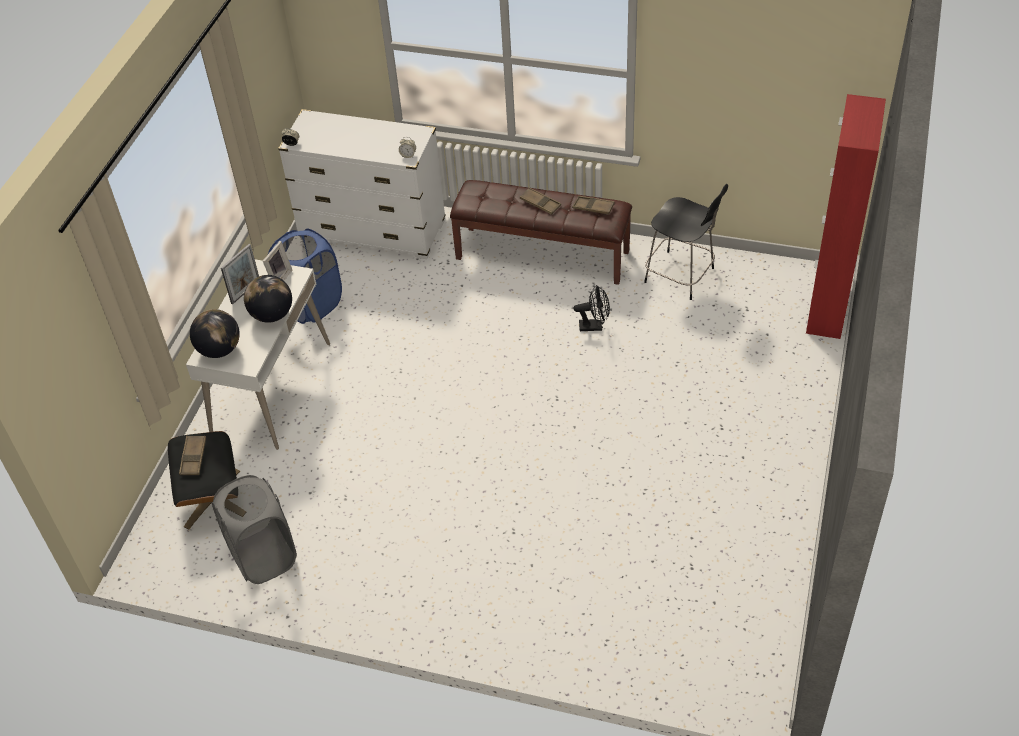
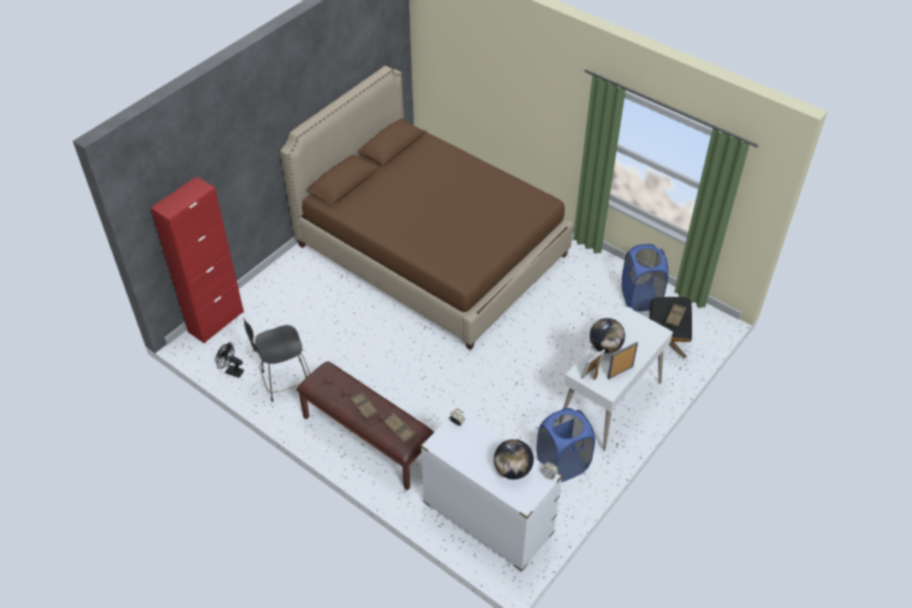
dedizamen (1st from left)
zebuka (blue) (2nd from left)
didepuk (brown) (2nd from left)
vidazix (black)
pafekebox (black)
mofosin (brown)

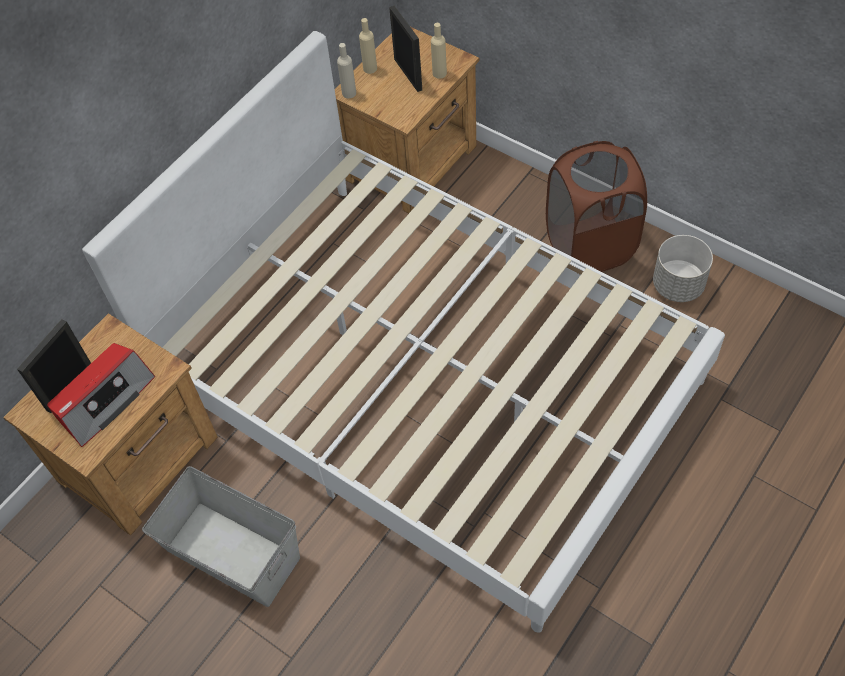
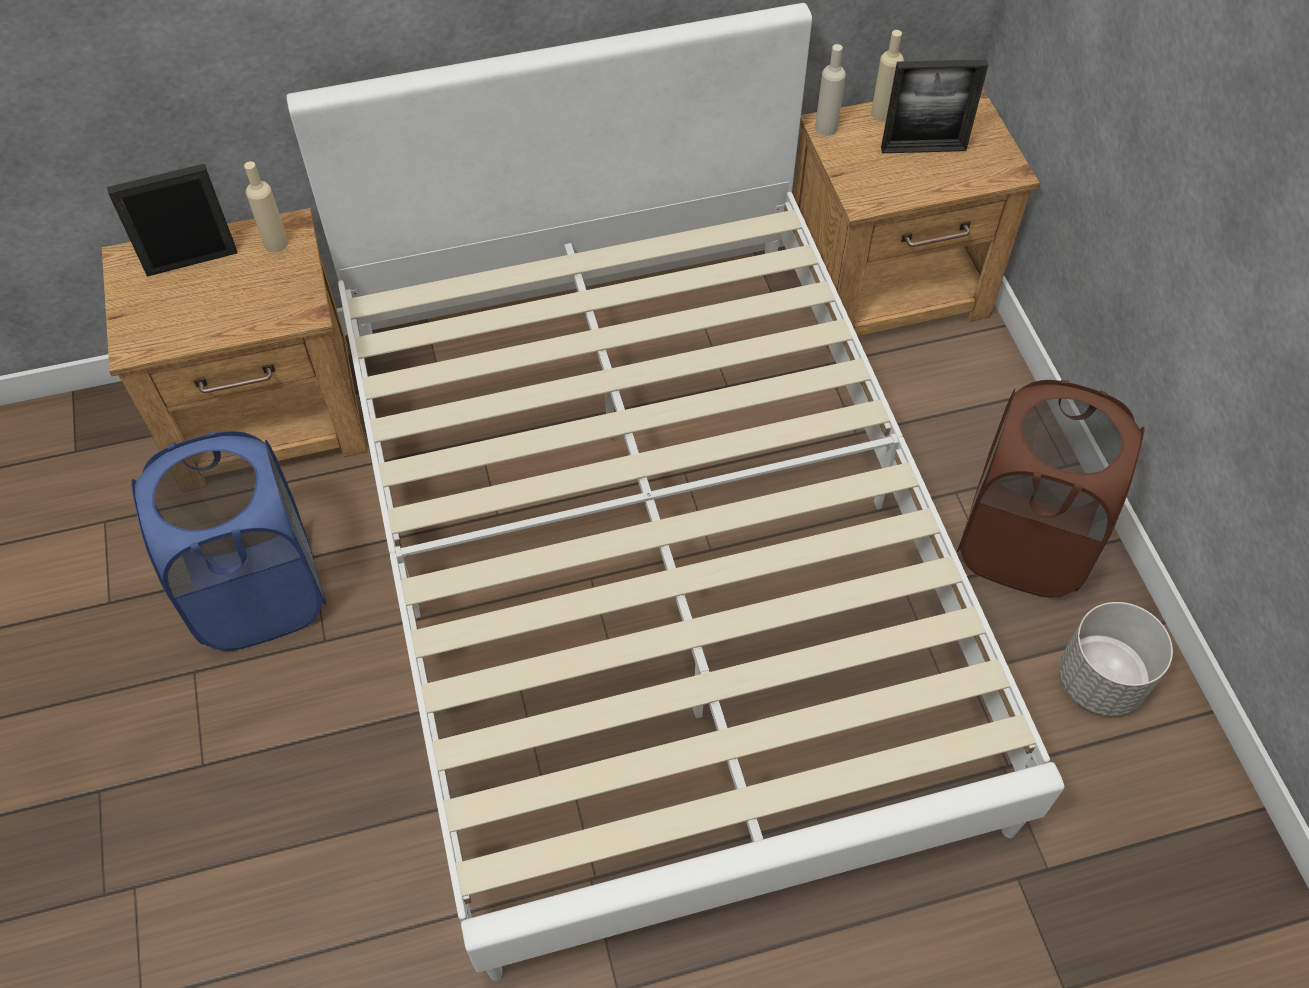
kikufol
zebuka (blue)
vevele (2nd from left)
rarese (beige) (1st from left)

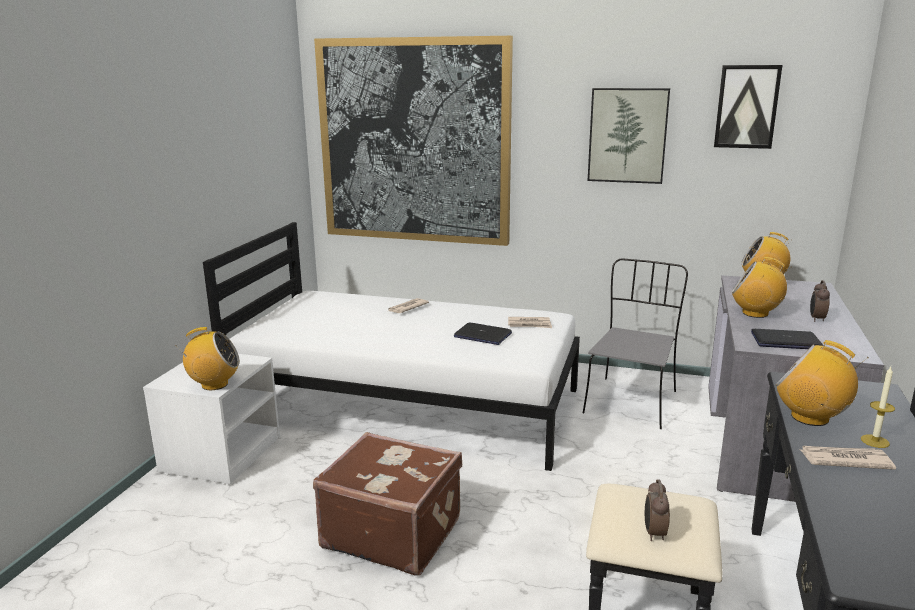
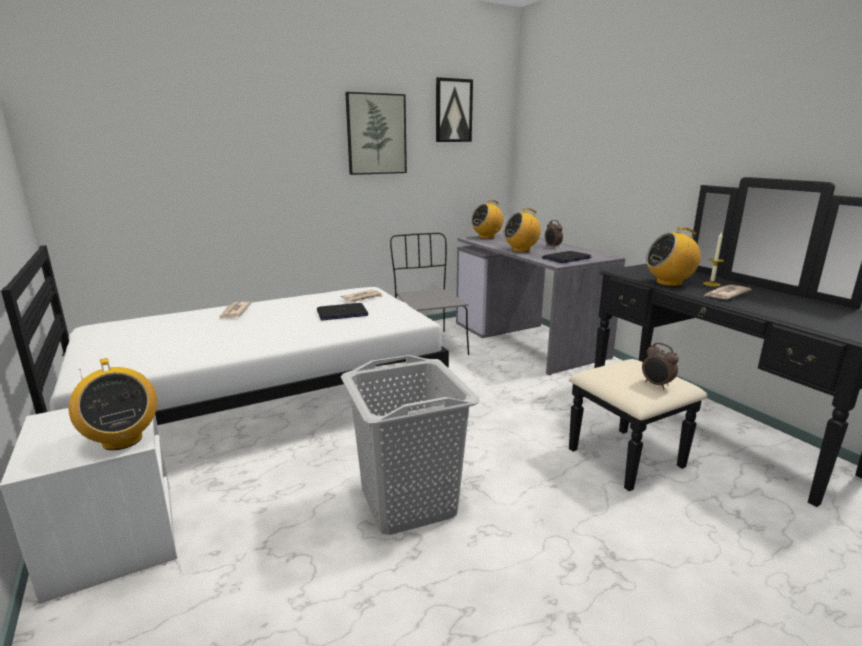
kikufol (1st from left)
zebuka (grey)
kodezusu (1st from left in the first image)

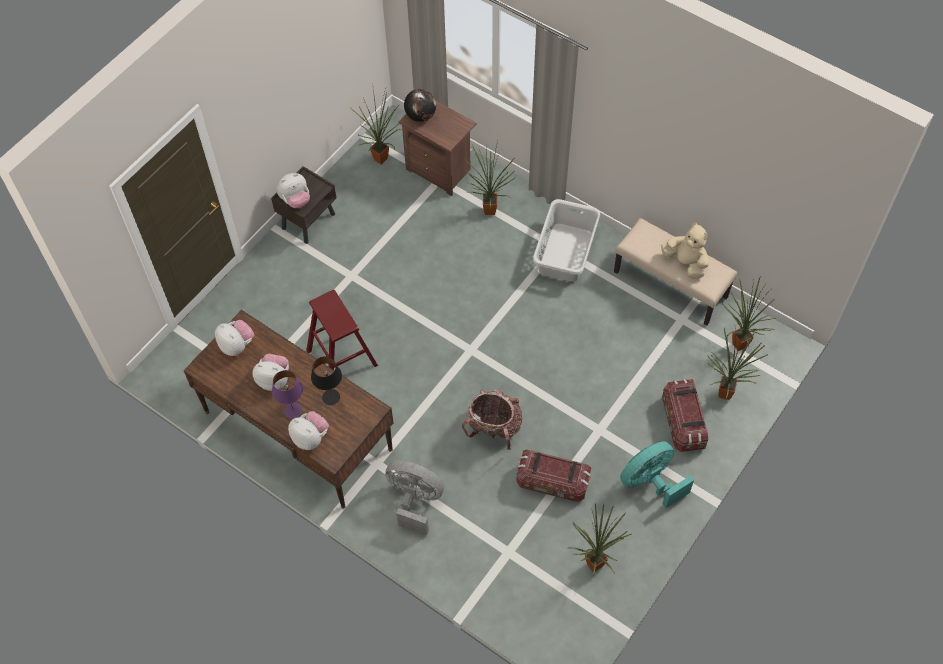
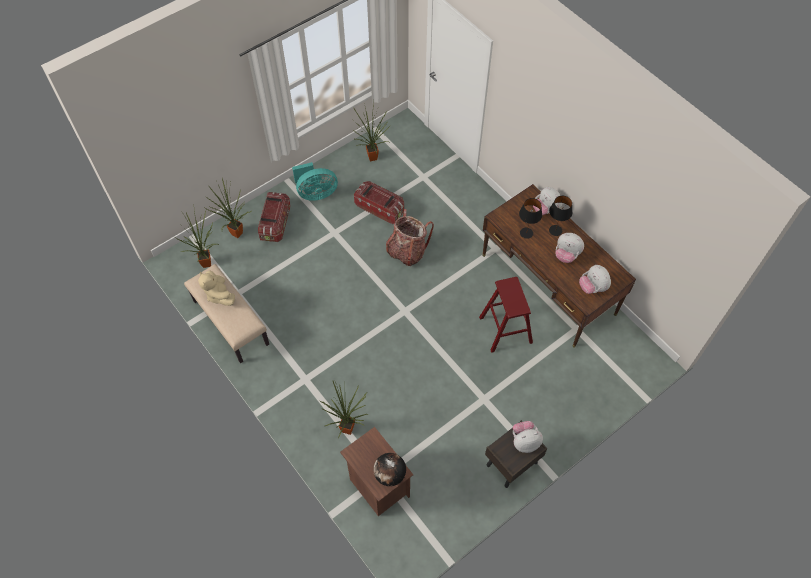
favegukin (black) (2nd from left)
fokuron (1st from left in the first image)
vidazix (grey)
zebuka (grey)

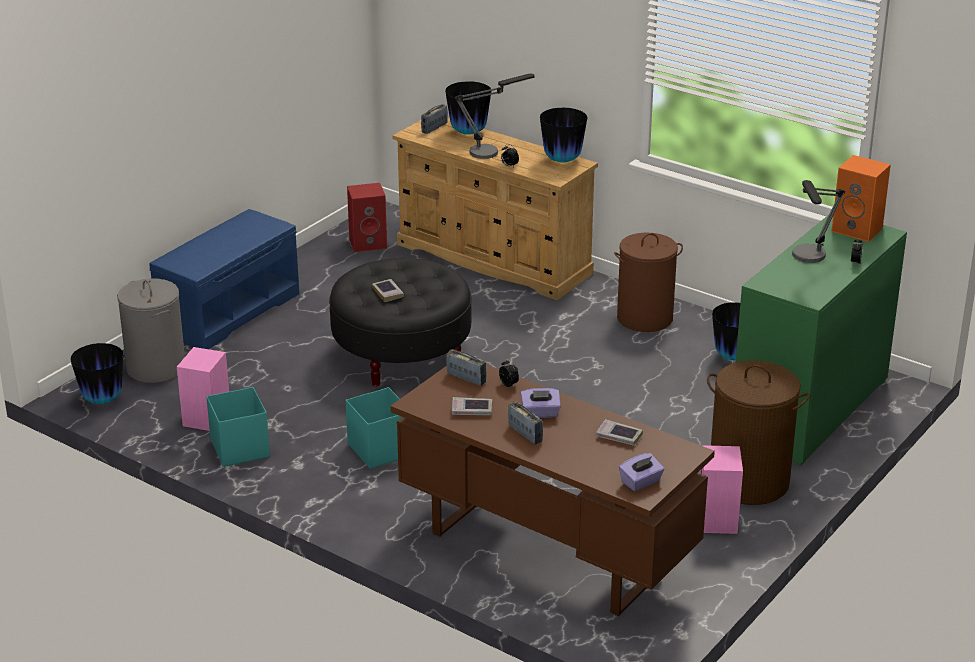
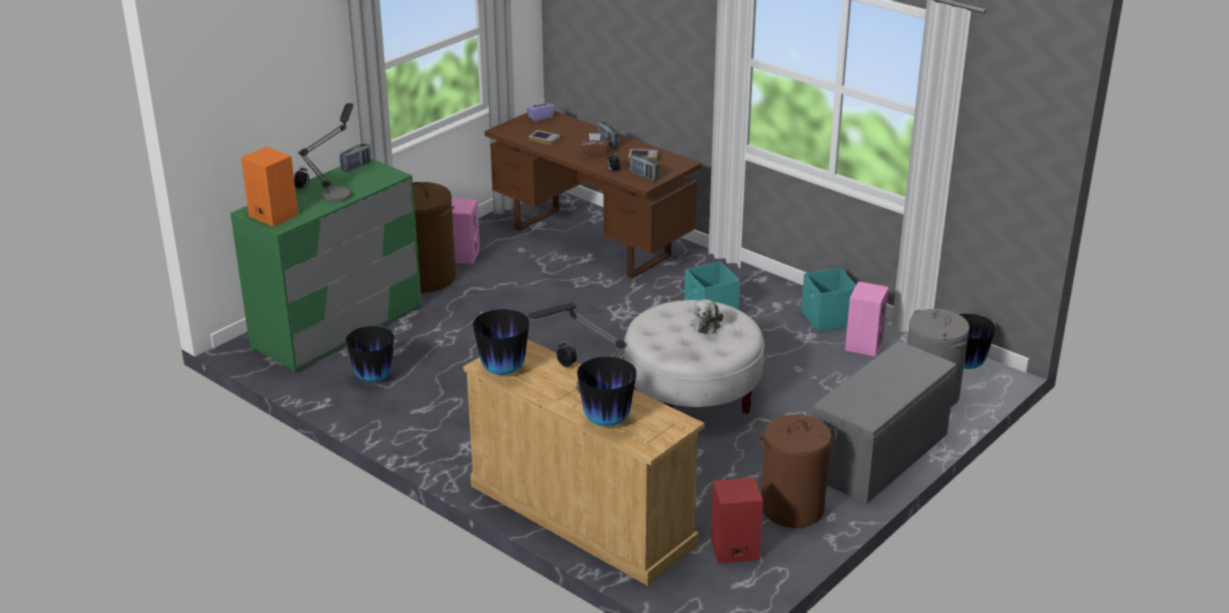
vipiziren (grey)
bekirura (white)
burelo
kikufol (1st from left)
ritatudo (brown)
zebuka (brown) (2nd from left)

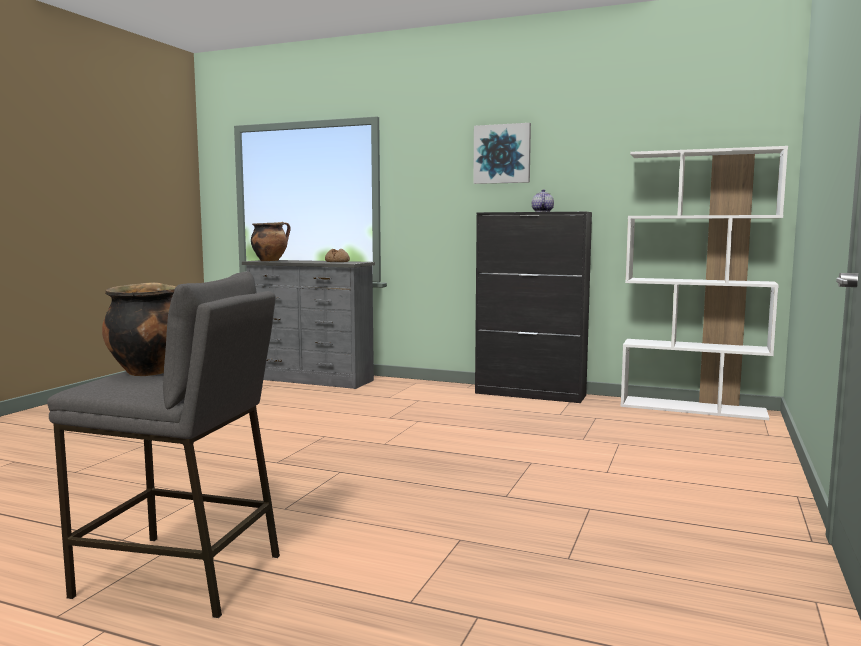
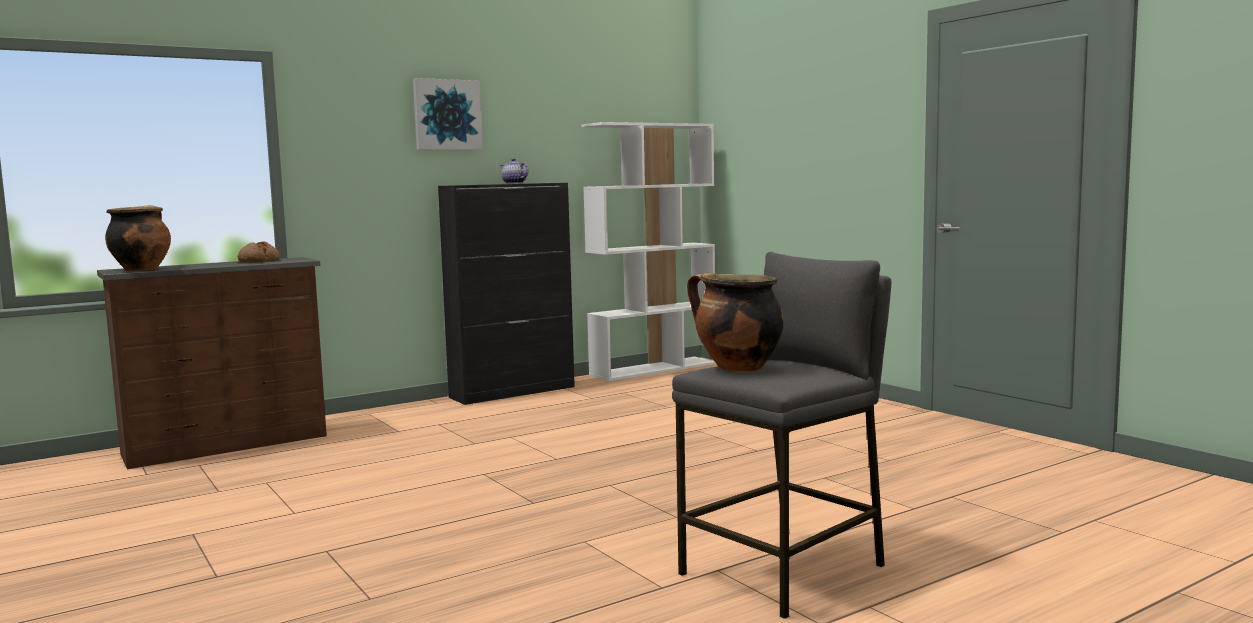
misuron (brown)

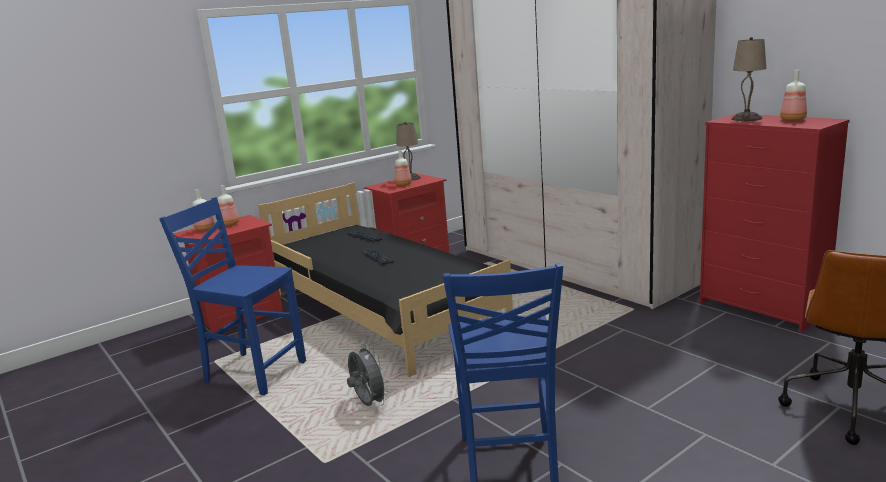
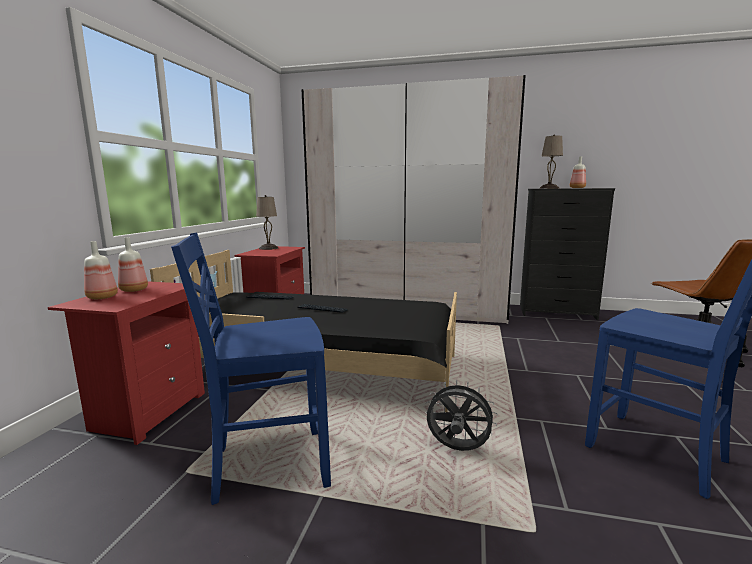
rarese (3rd from left in the first image)
misuron (black)

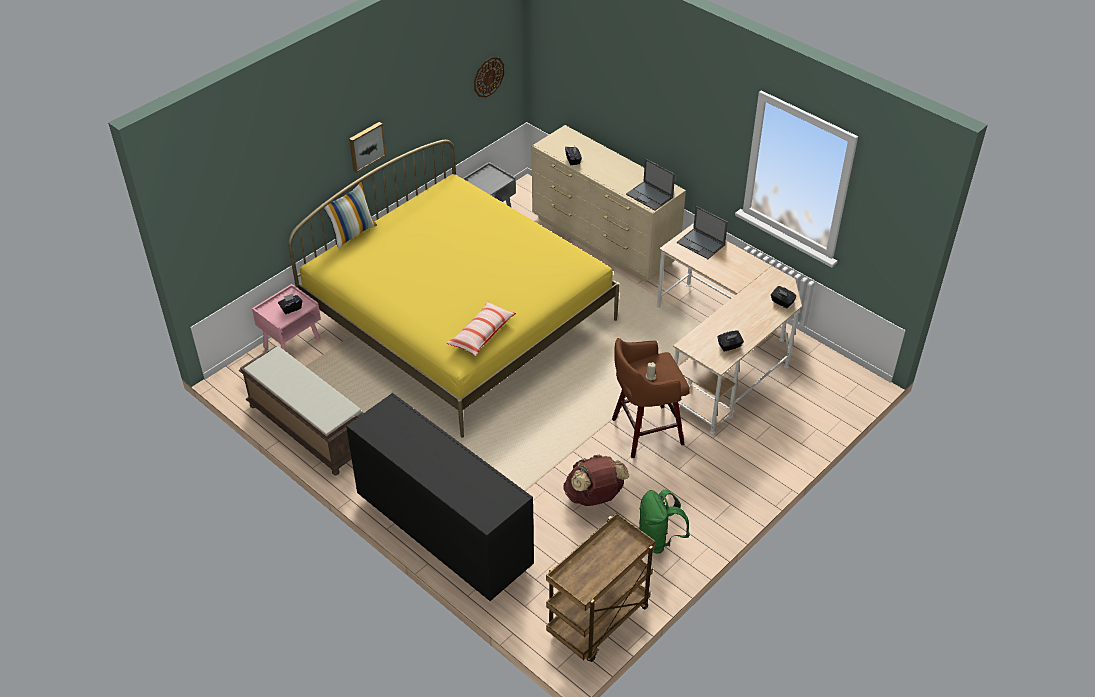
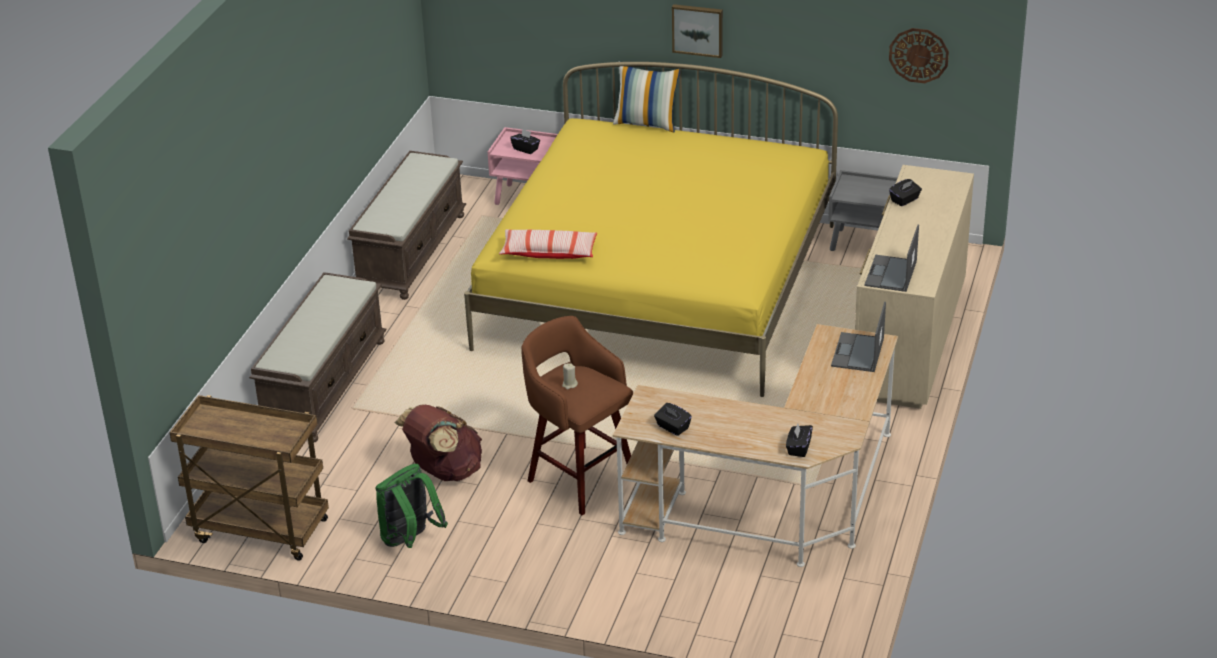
vipiziren (brown) (1st from left)

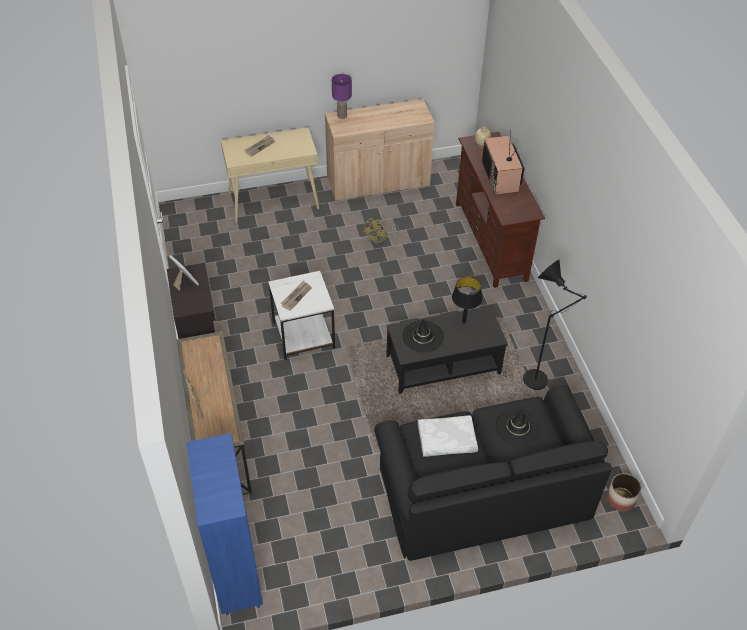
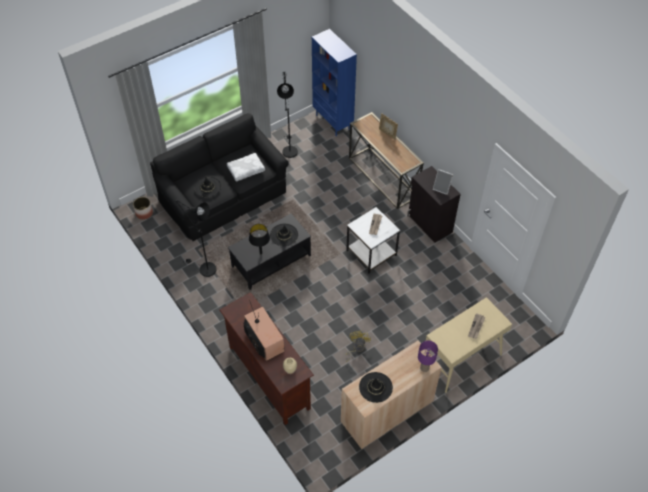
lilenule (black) (2nd from left)
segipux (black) (3rd from left)

